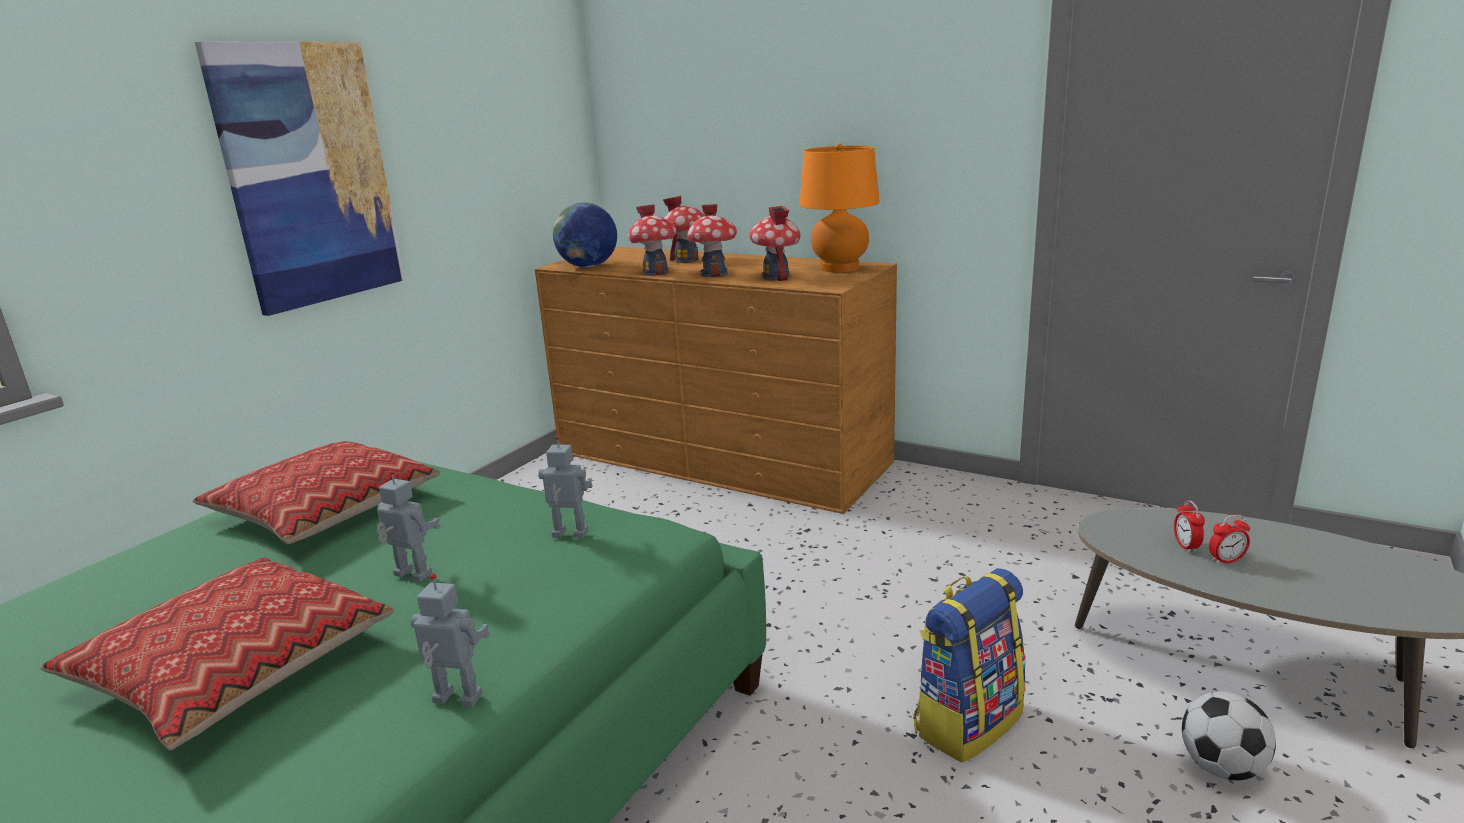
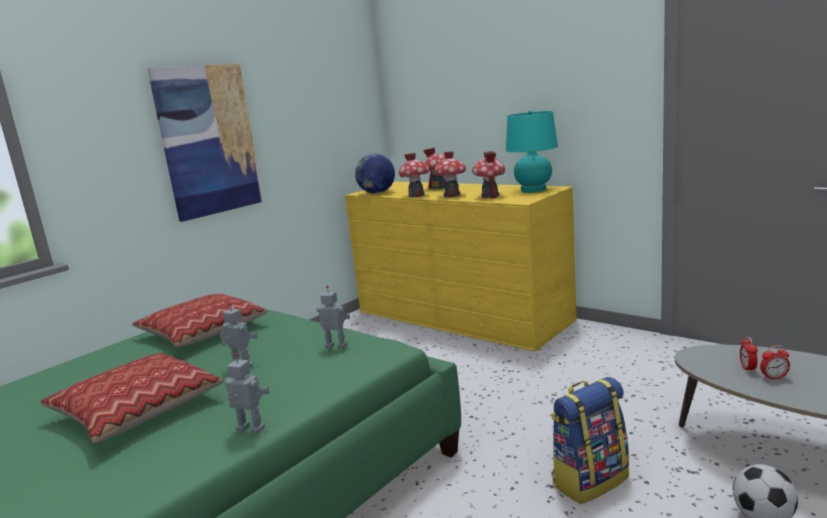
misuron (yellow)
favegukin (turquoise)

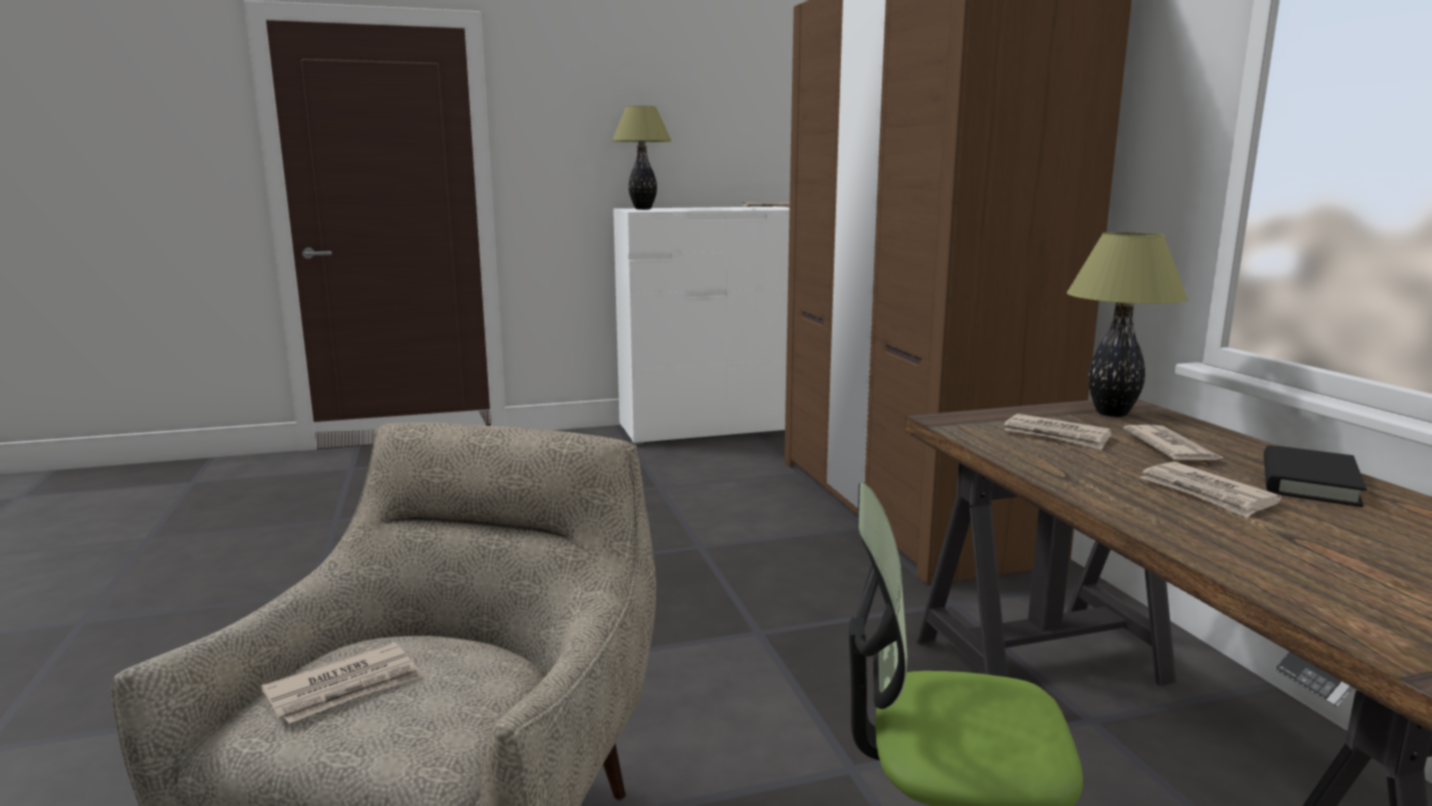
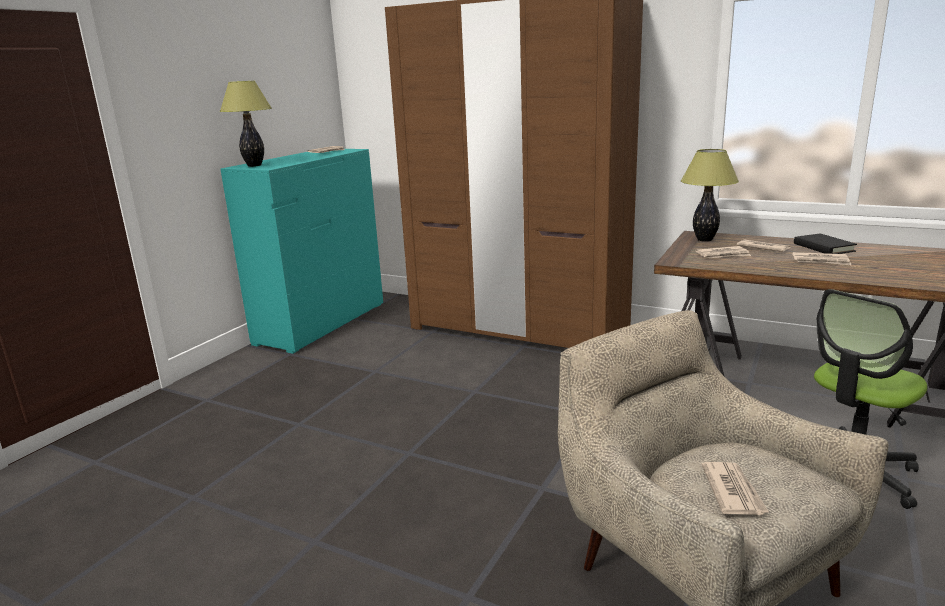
misuron (turquoise)

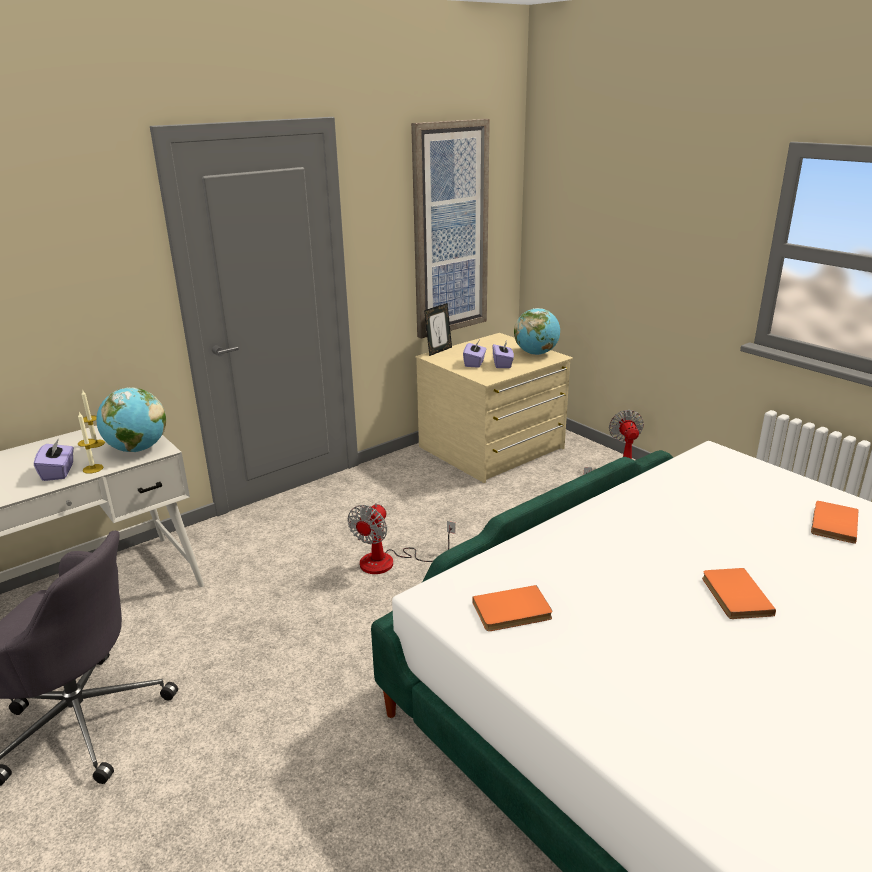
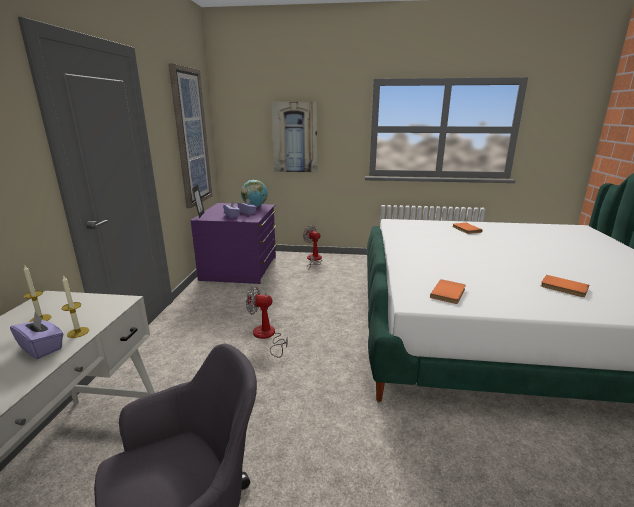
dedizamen (1st from left in the first image)
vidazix (1st from left)
misuron (purple)
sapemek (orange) (3rd from left)
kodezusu (2nd from left)

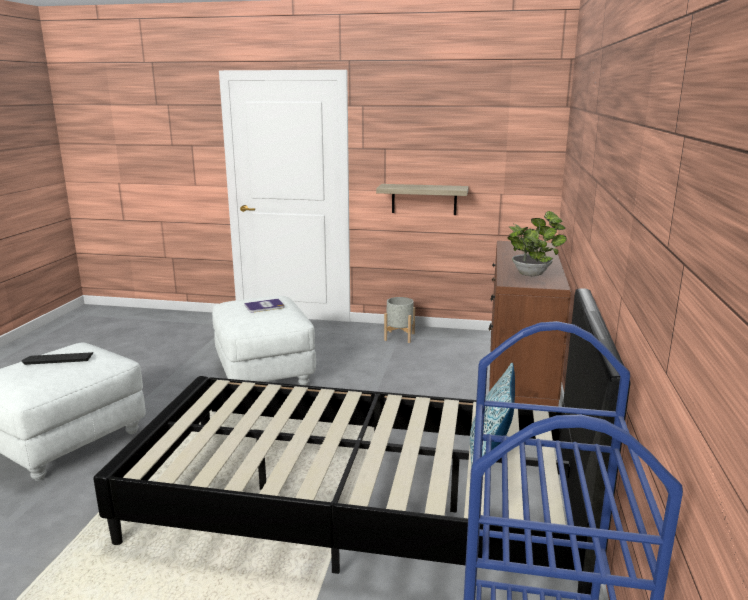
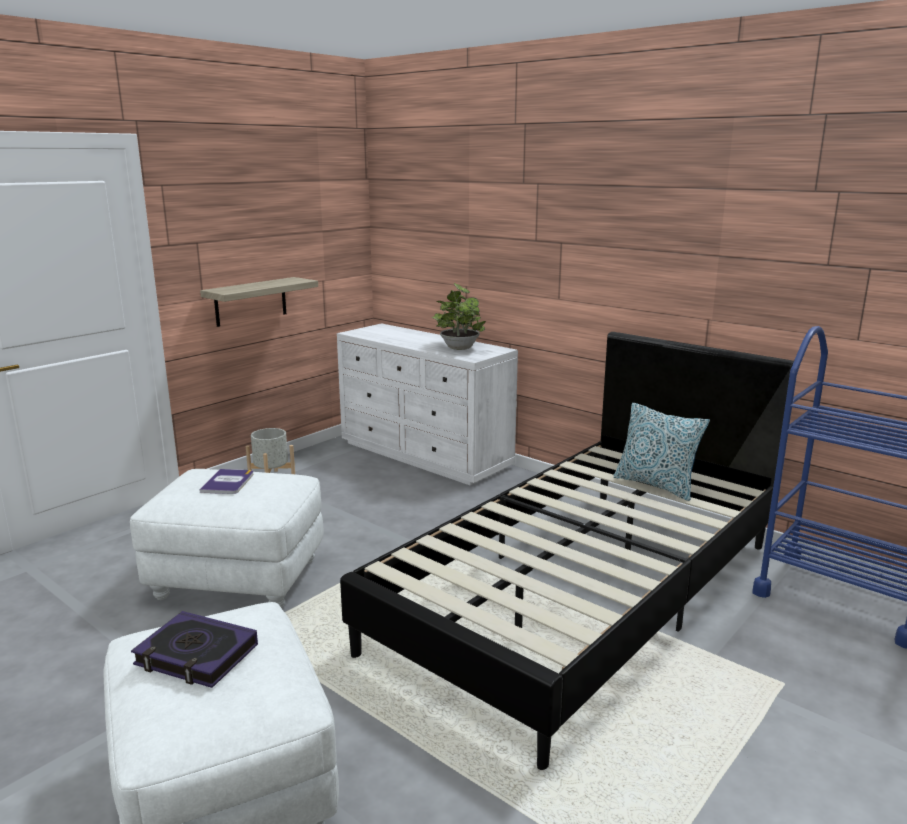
sapemek (1st from left)
misuron (white)

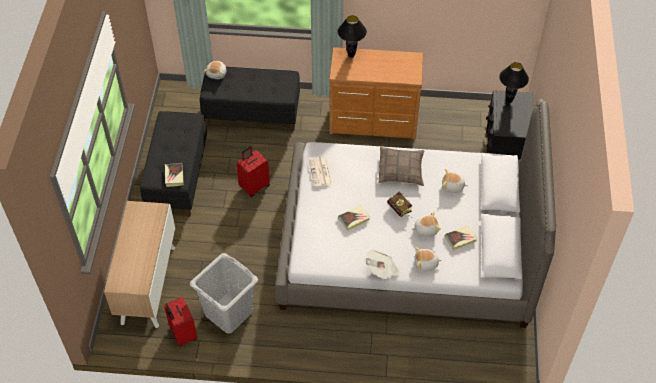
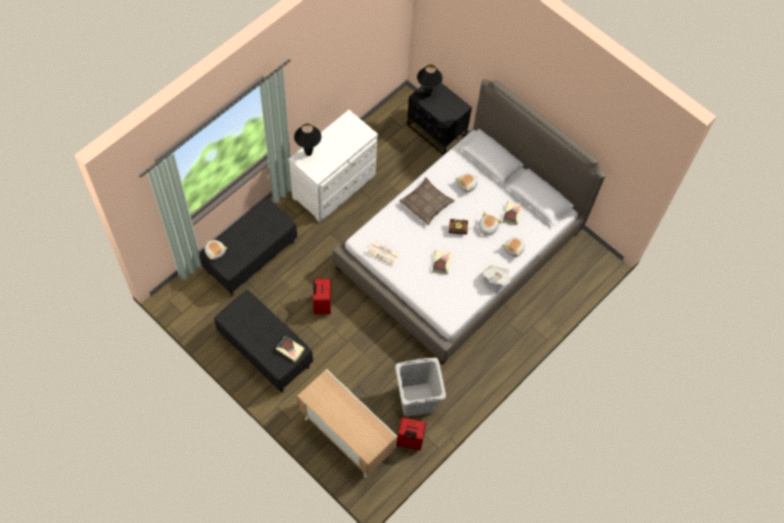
misuron (white)

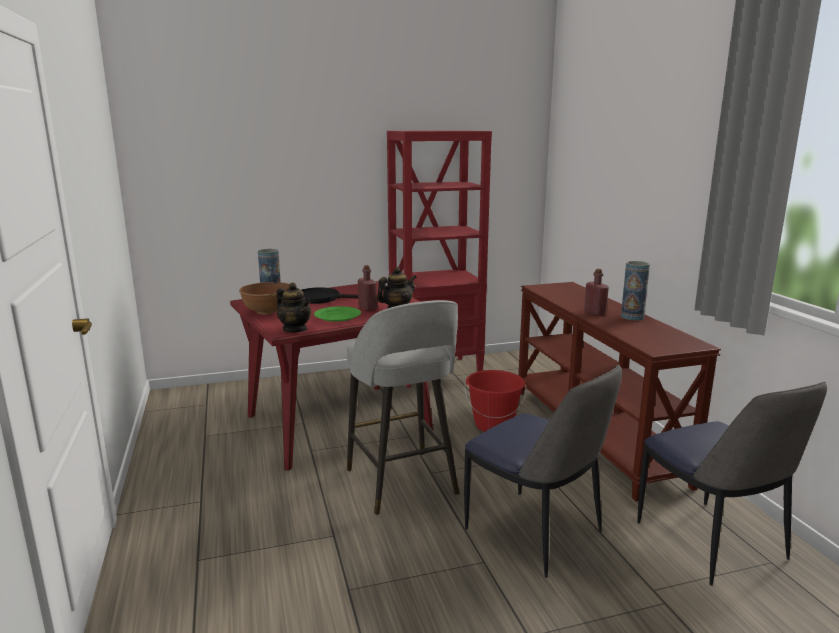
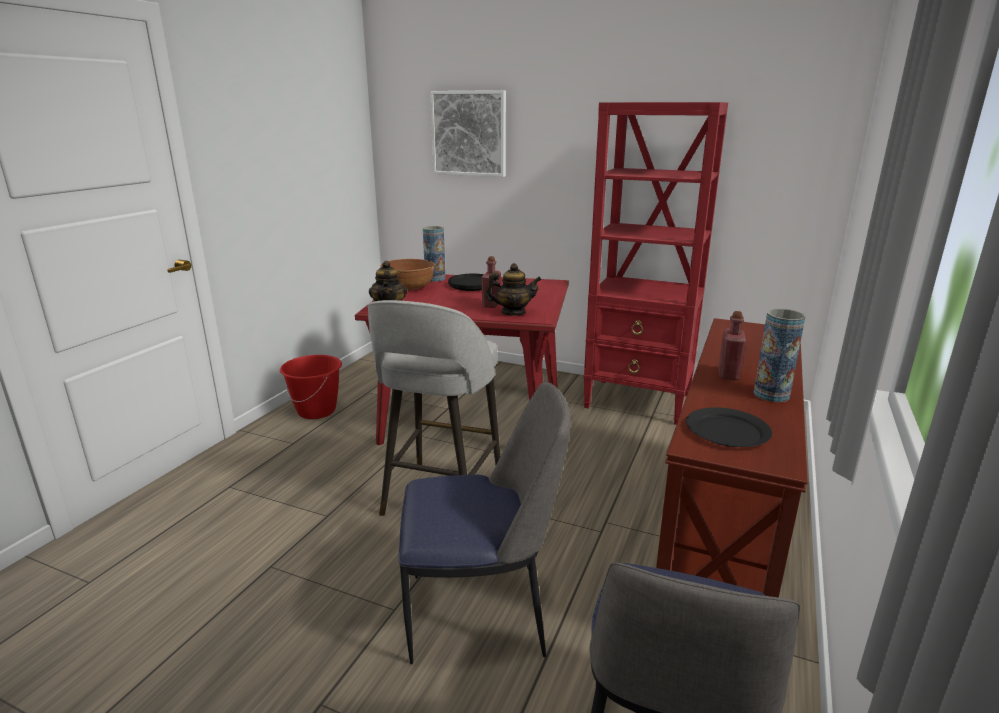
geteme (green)
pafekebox (1st from left)
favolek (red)
kodezusu
geteme (black)

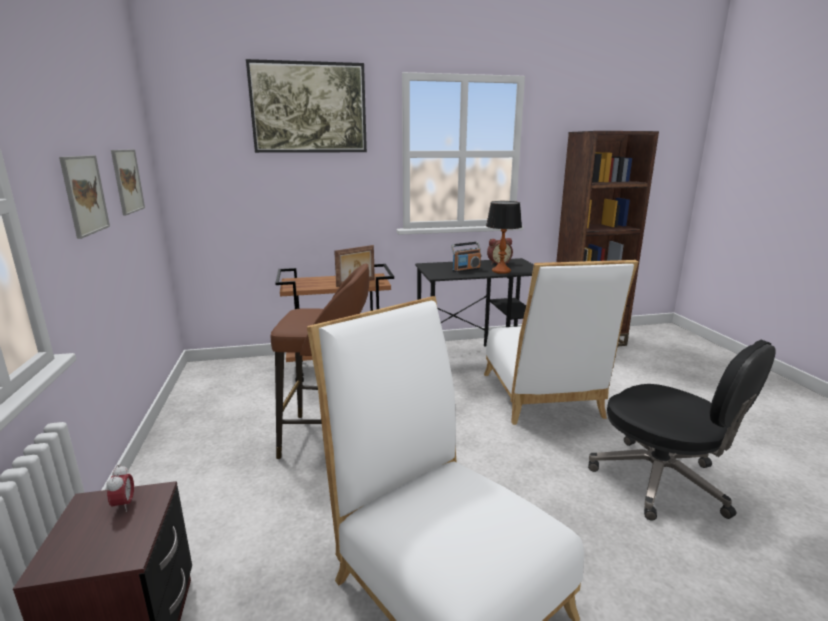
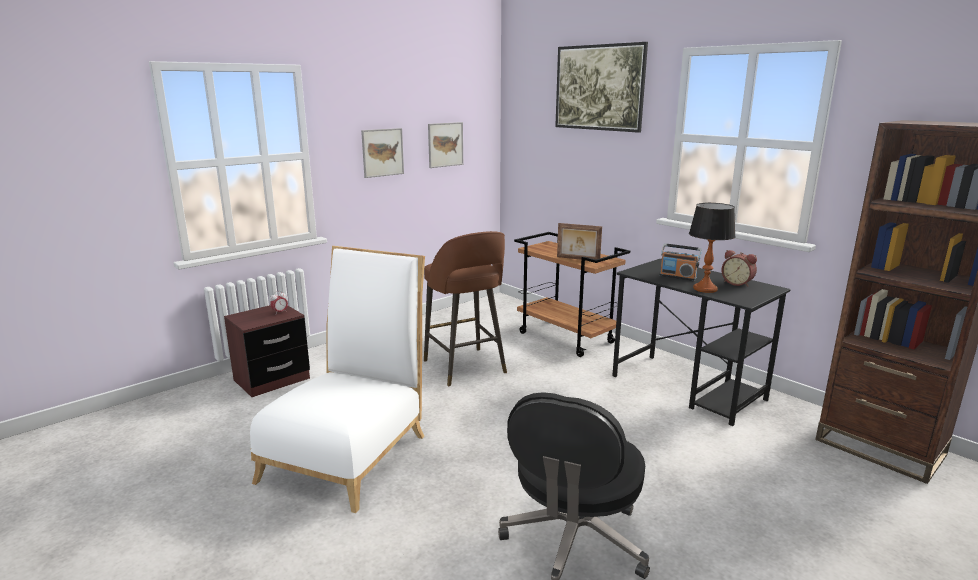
pafekebox (white) (2nd from left in the first image)

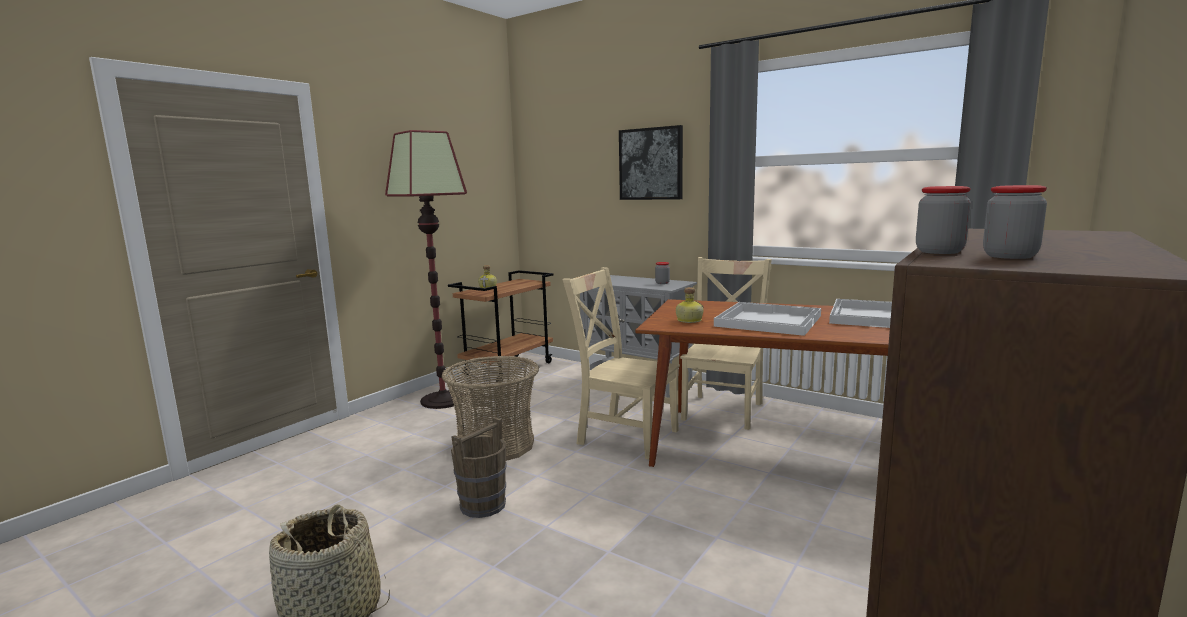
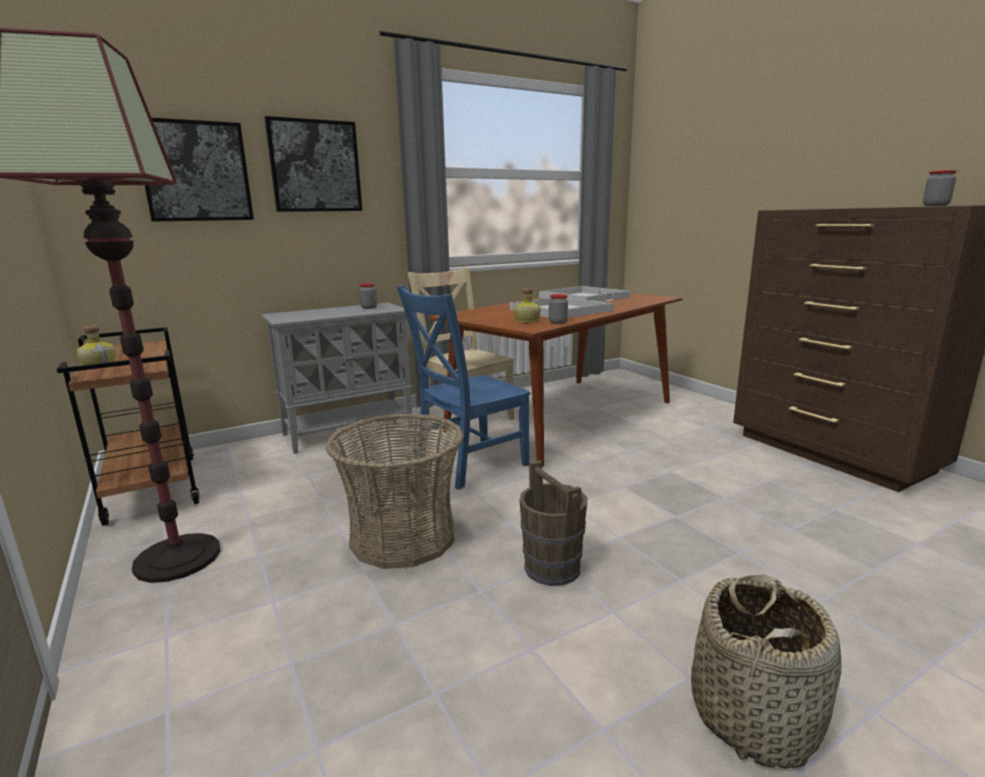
pafekebox (blue)
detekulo (2nd from left)
kodezusu (1st from left)

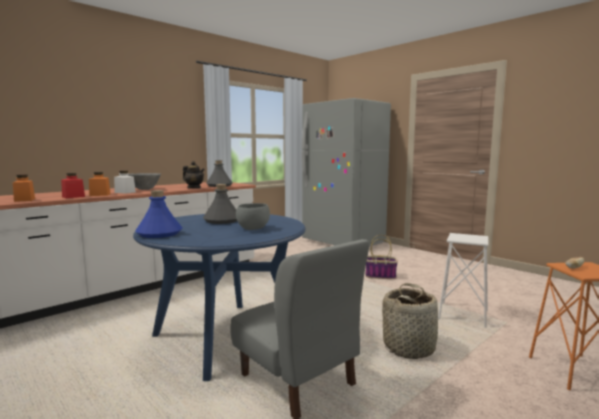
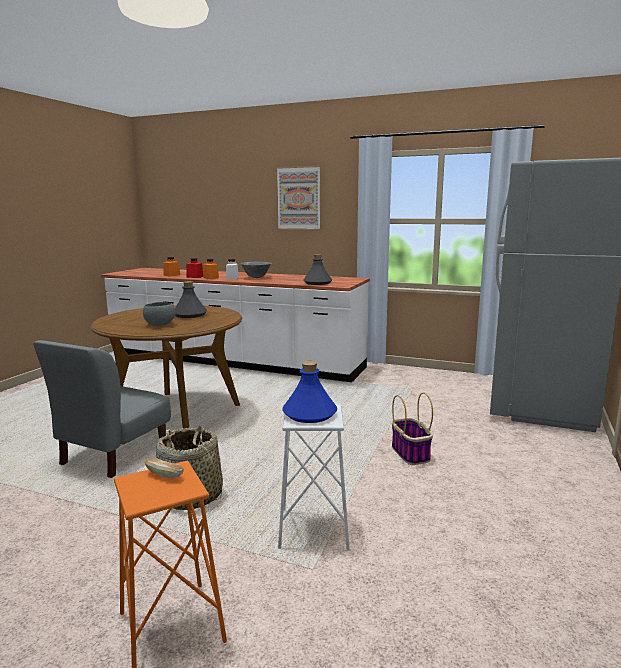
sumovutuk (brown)
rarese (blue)
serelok
kodezusu

